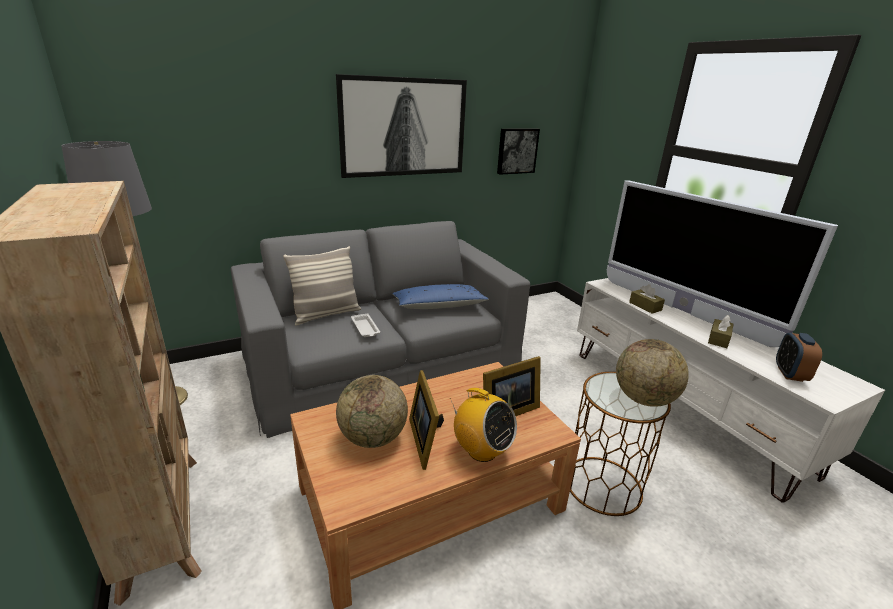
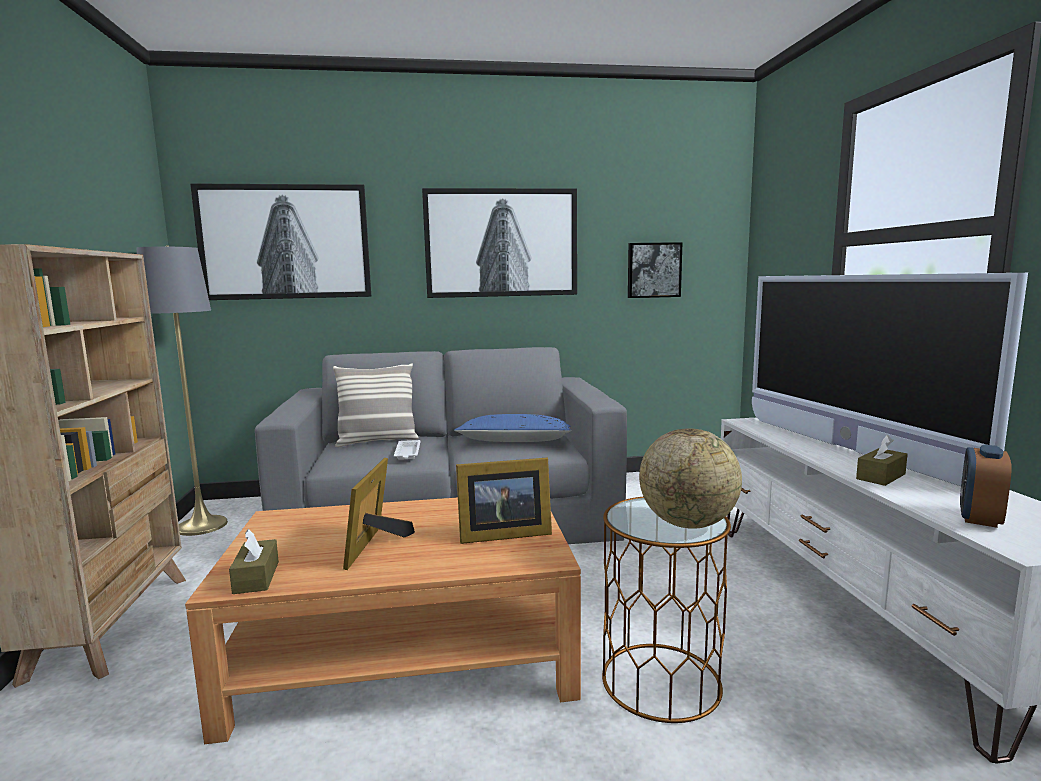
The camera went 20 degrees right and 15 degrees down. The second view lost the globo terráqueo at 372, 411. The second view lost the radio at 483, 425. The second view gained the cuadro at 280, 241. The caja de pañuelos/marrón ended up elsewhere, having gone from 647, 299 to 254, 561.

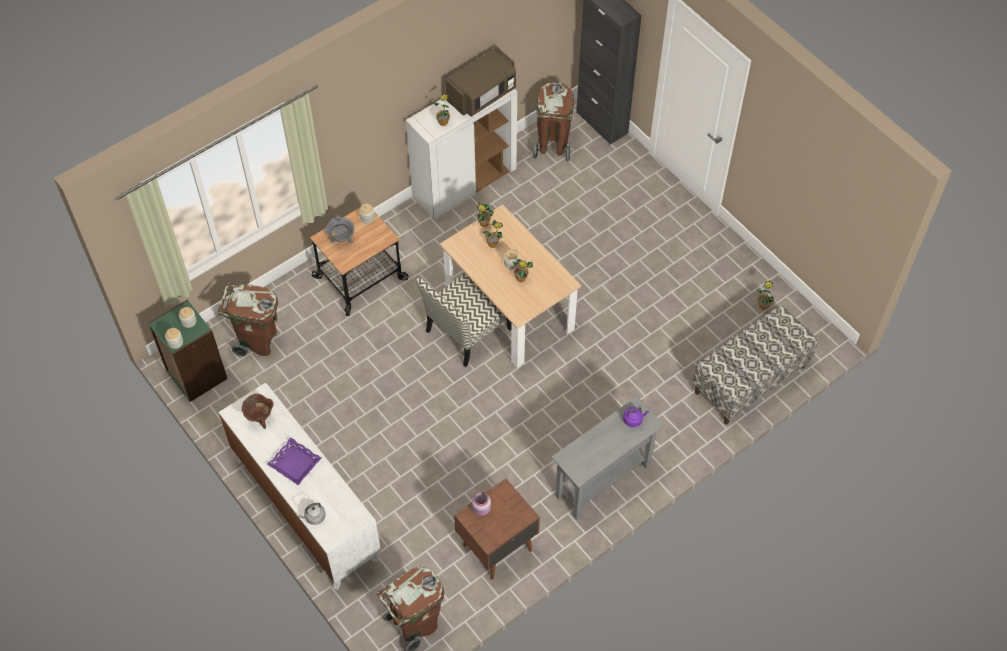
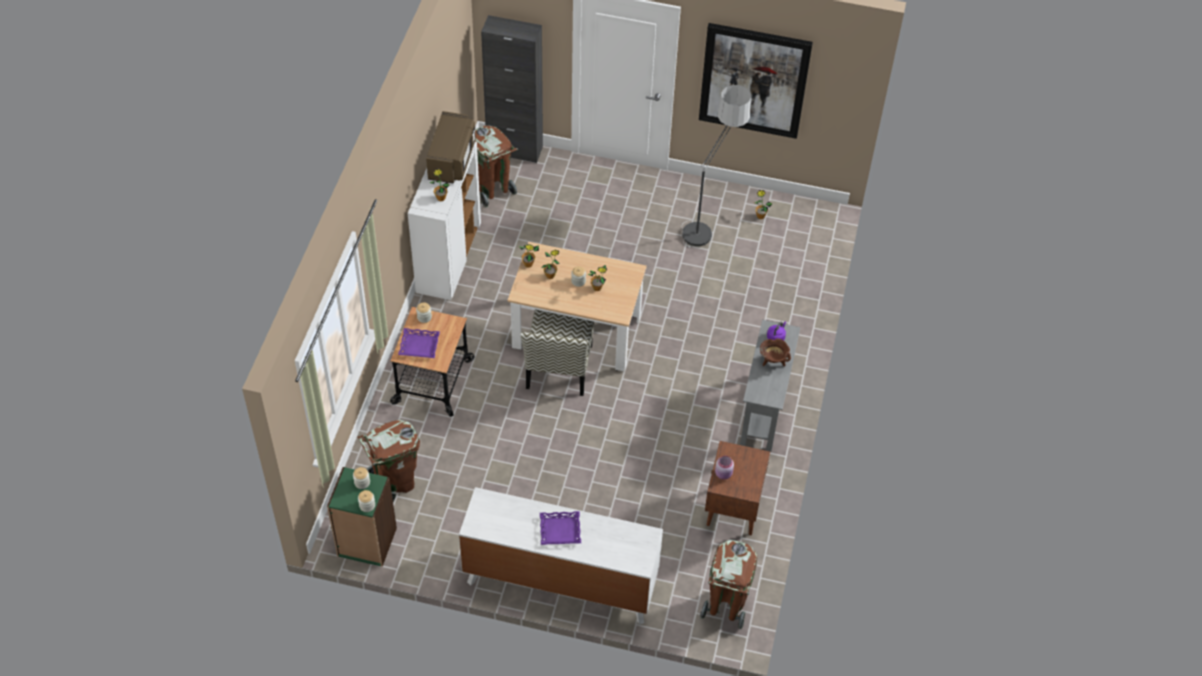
The camera went 40 degrees left and 5 degrees down. The second view lost the hervidor/gris at 312, 514. The second view lost the banco at 755, 365. The second view gained the lámpara de pie at 716, 166. The second view gained the cuadro at 756, 81. The olla/marrón ended up elsewhere, having gone from 258, 411 to 775, 352. Where the olla/gris stood at 339, 228, the bandeja/morado came to stand at 419, 343.

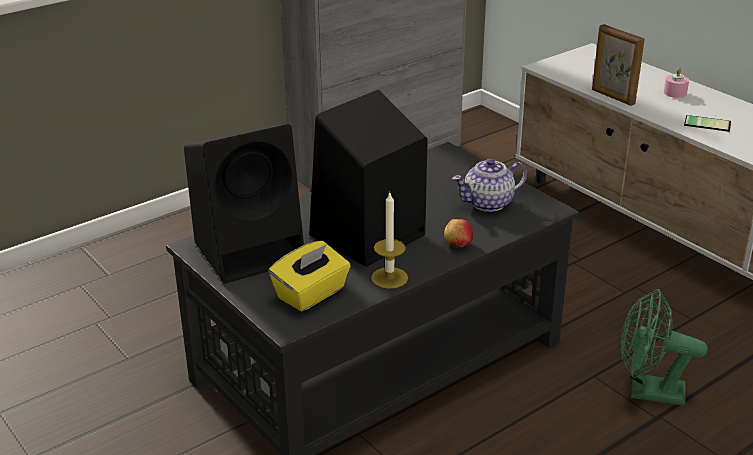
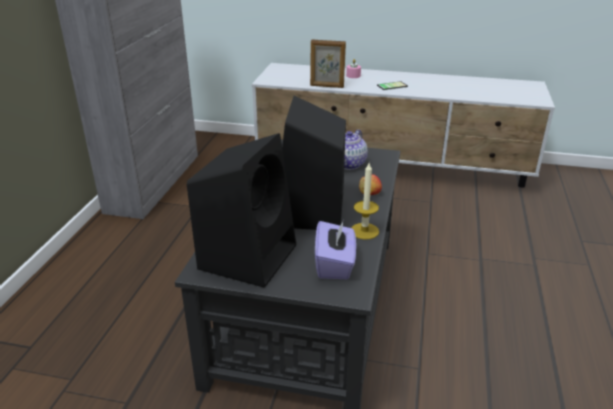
The camera went 40 degrees left and 0 degrees up. The second view lost the ventilador/verde at 664, 347. What was the caja de pañuelos/amarillo at 310, 276 turned into the caja de pañuelos/morado at 335, 250.

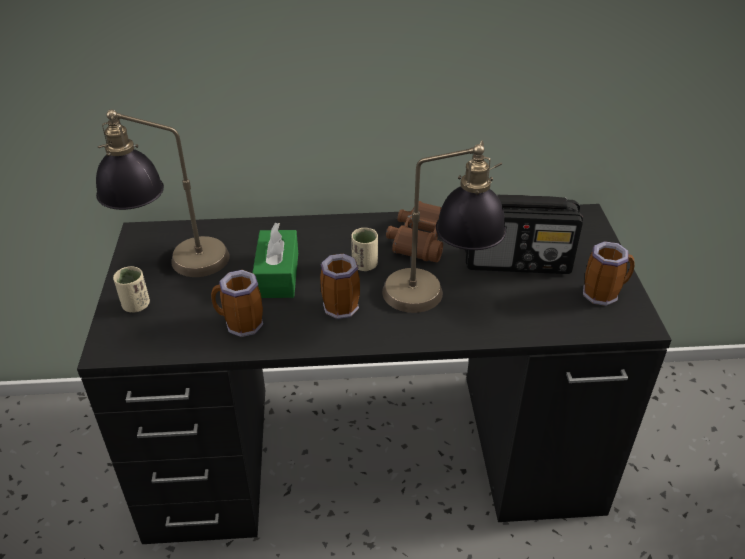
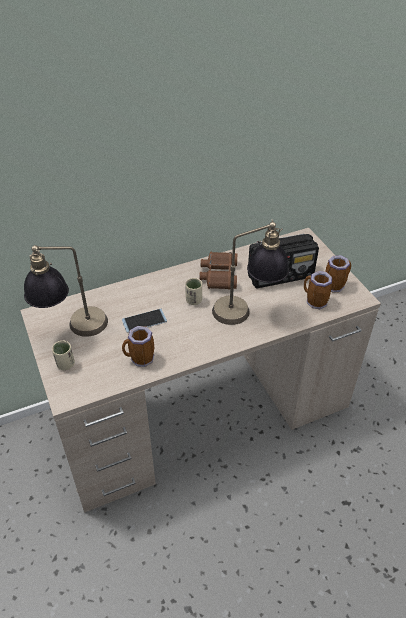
The camera went 20 degrees left and 5 degrees up. The taza grande ended up elsewhere, having gone from 340, 286 to 318, 290. Where the caja de pañuelos/verde stood at 275, 260, the móvil came to stand at 144, 321. What was the escritorio/negro at 374, 374 turned into the escritorio/beis at 200, 370.

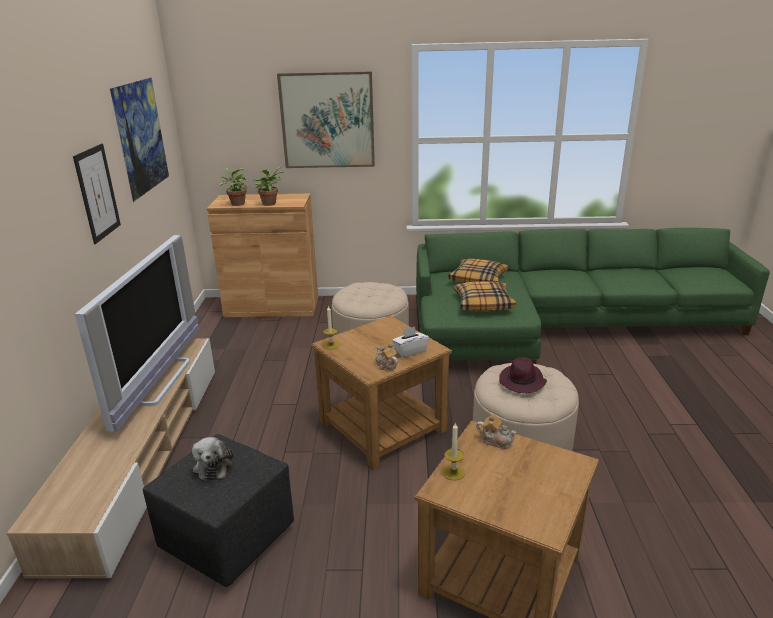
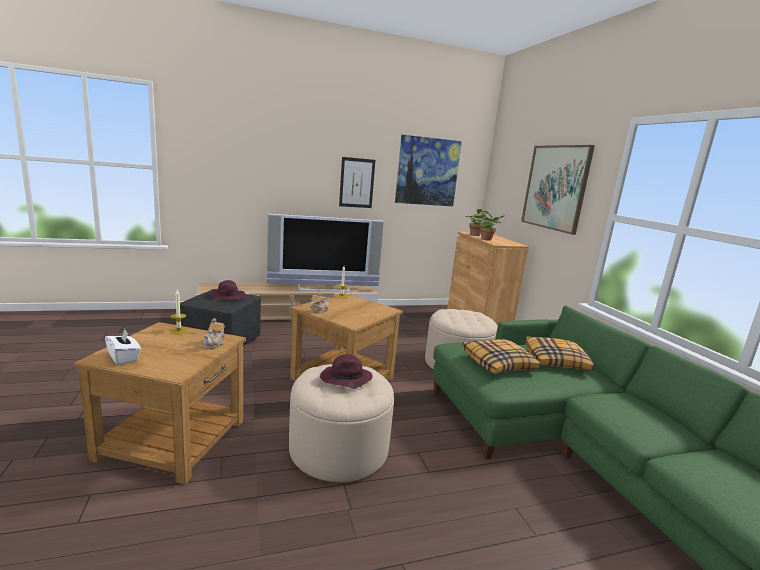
The camera went 70 degrees right and 10 degrees down. The caja de pañuelos/blanco ended up elsewhere, having gone from 410, 342 to 123, 347. Where the peluche stood at 212, 459, the sombrero/morado came to stand at 227, 290.

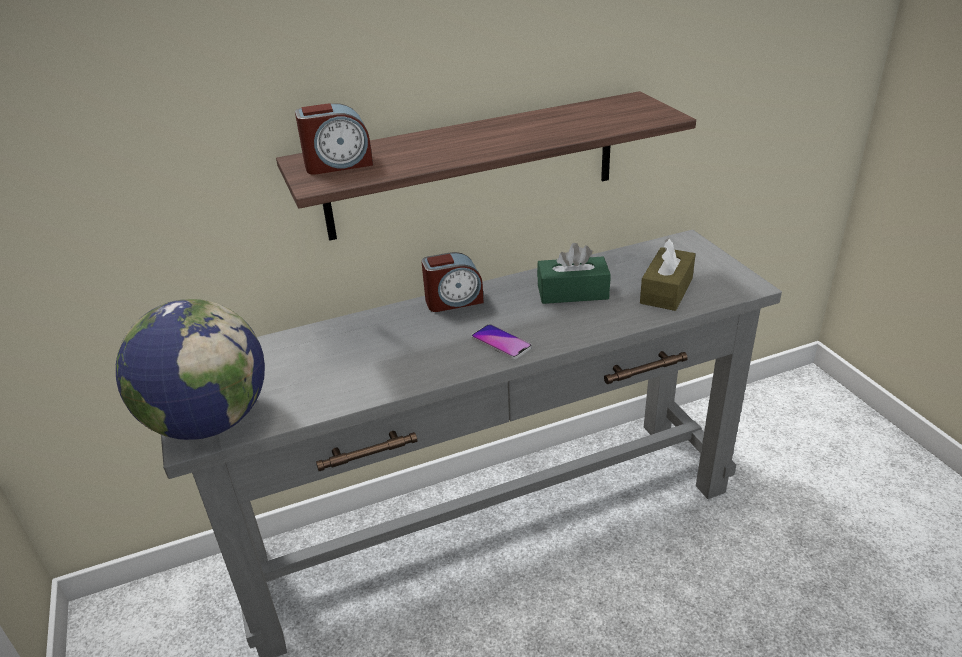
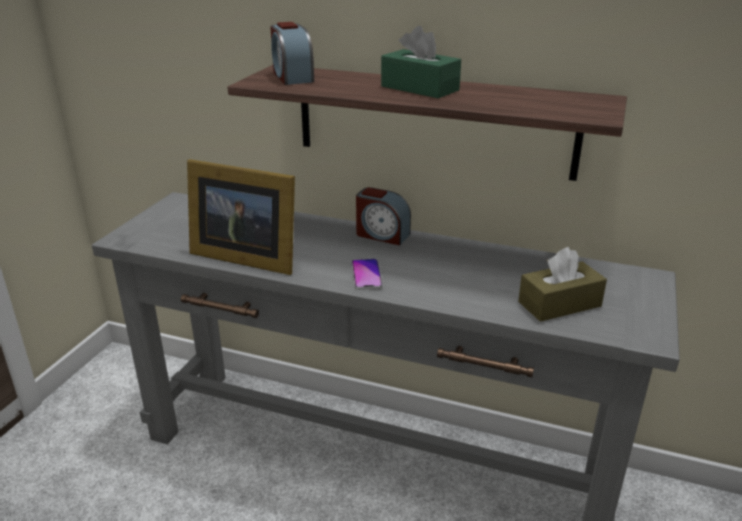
The camera went 40 degrees right and 5 degrees down. The second view lost the globo terráqueo at 190, 369. The second view gained the portarretratos at 241, 217. The caja de pañuelos/verde ended up elsewhere, having gone from 574, 273 to 421, 62. The despertador at 334, 139 ended up facing another way, 45 degrees clockwise from before.

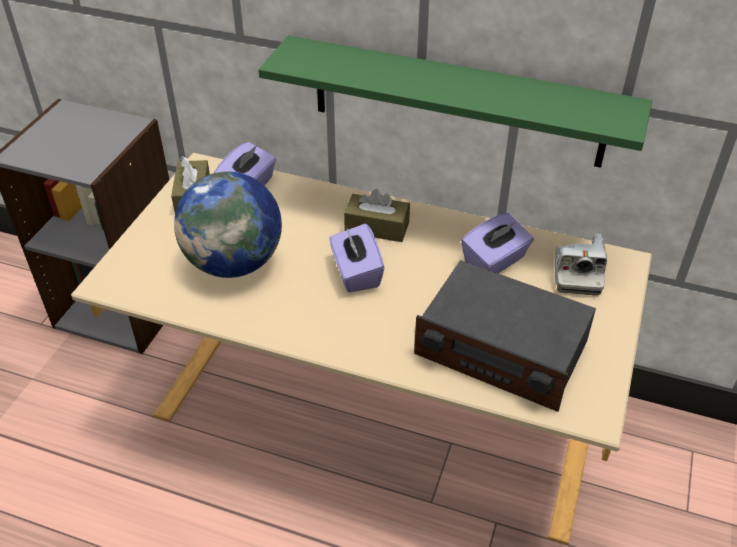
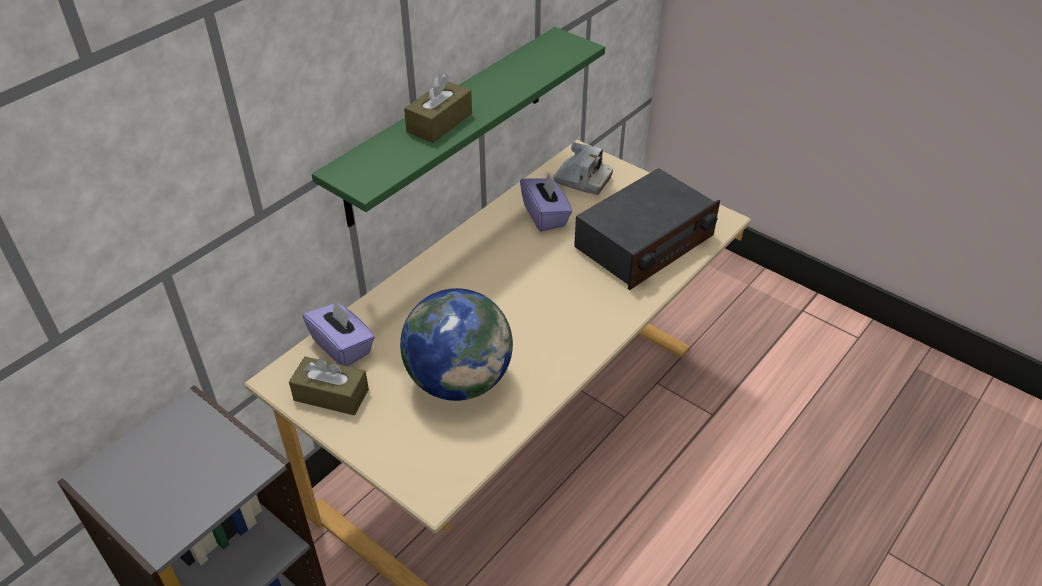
The camera went 70 degrees left and 0 degrees up. The second view lost the caja de pañuelos/morado at 357, 258. The caja de pañuelos/marrón ended up elsewhere, having gone from 377, 215 to 438, 108.

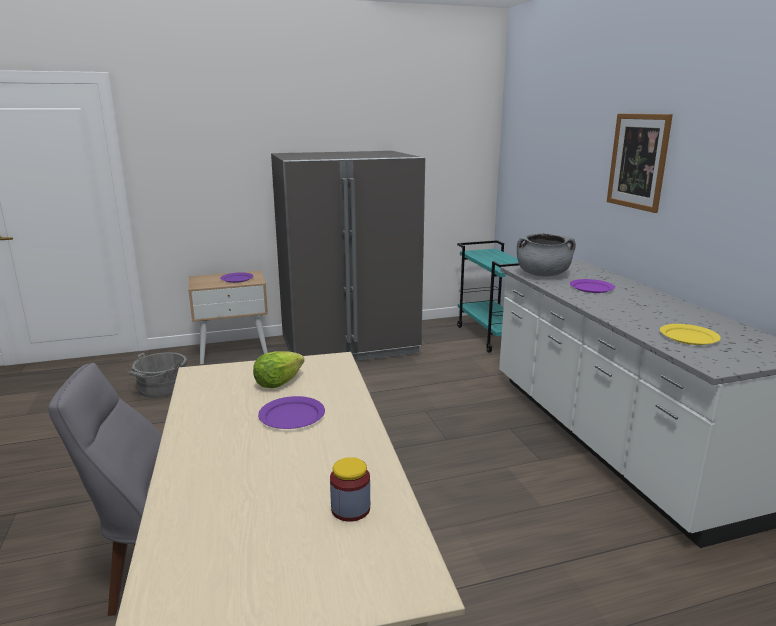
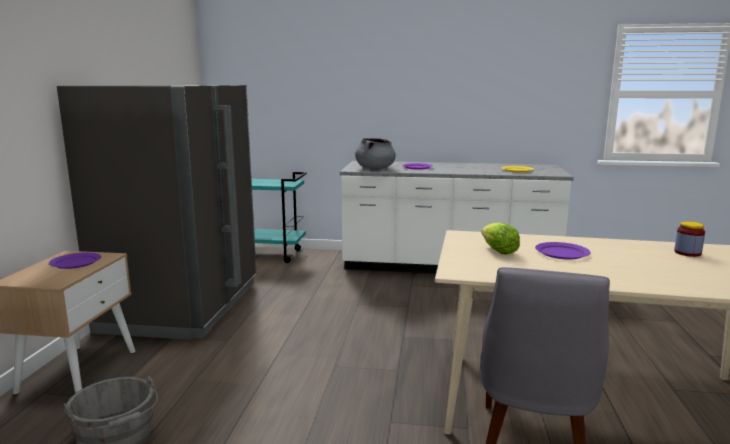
The camera went 65 degrees left and 5 degrees down. The second view lost the cuadro at 640, 163.

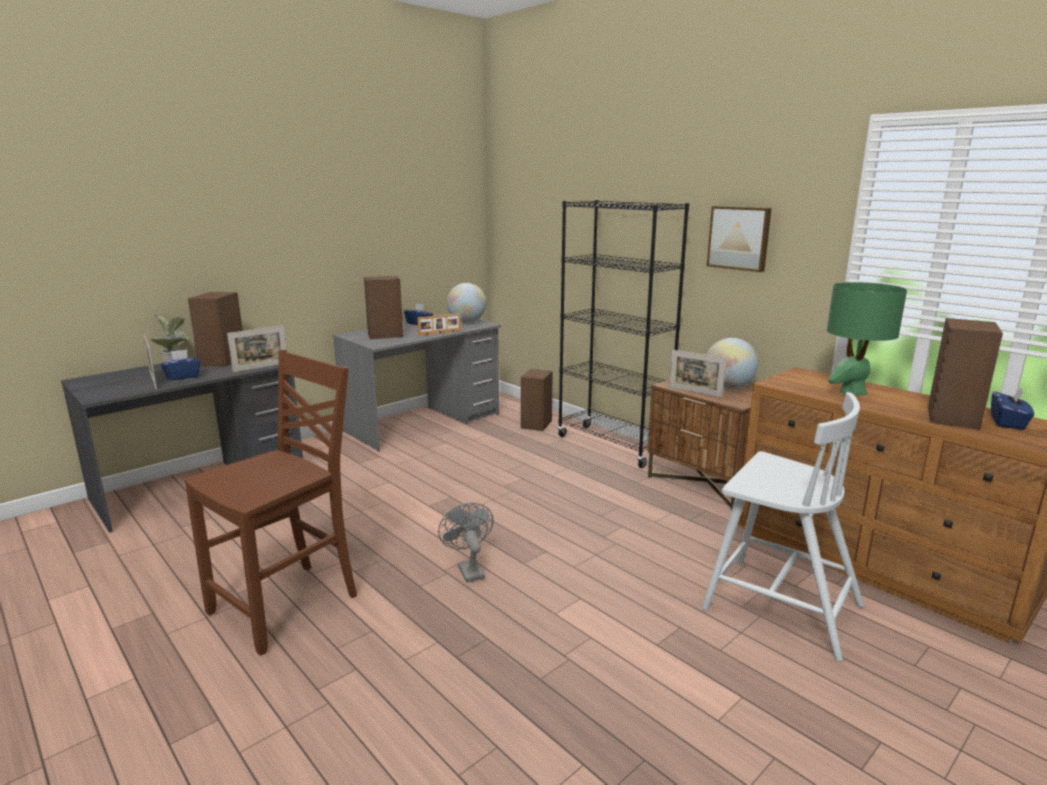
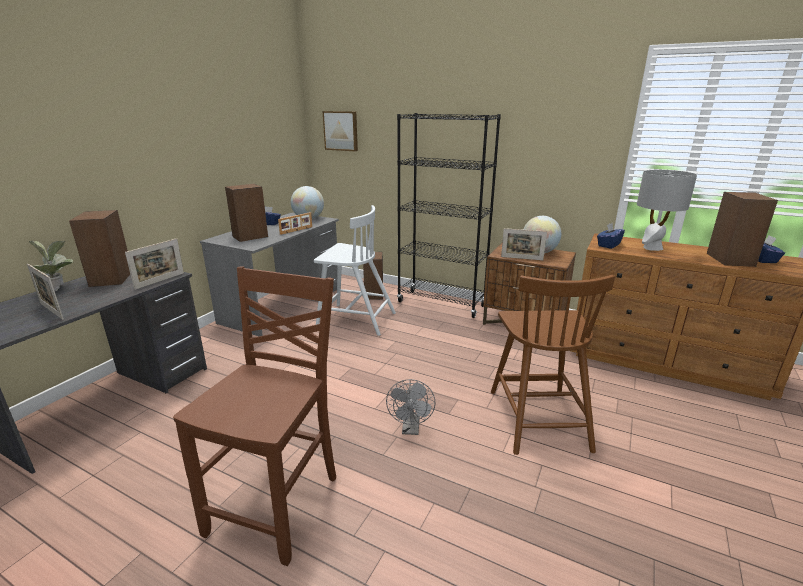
The camera went 20 degrees left and 5 degrees up. The second view gained the silla/marrón at 553, 365. The caja de pañuelos/azul ended up elsewhere, having gone from 180, 364 to 611, 236. The silla/blanco ended up elsewhere, having gone from 783, 526 to 355, 270. The cuadro ended up elsewhere, having gone from 739, 239 to 340, 131. What was the lámpara de mesa/verde at 867, 338 turned into the lámpara de mesa/gris at 667, 210. The ventilador/gris at 465, 542 ended up facing another way, 135 degrees counterclockwise from before.

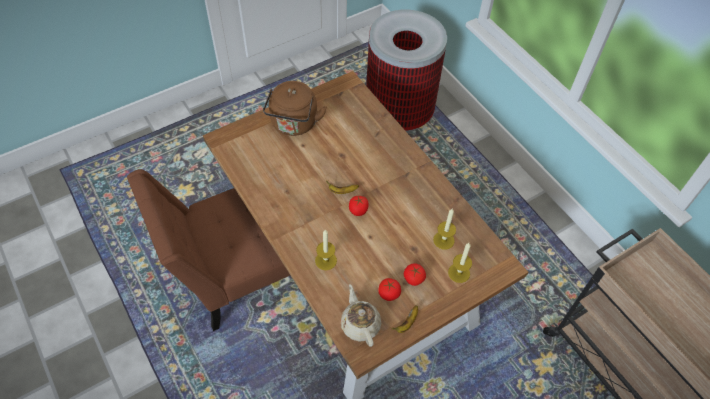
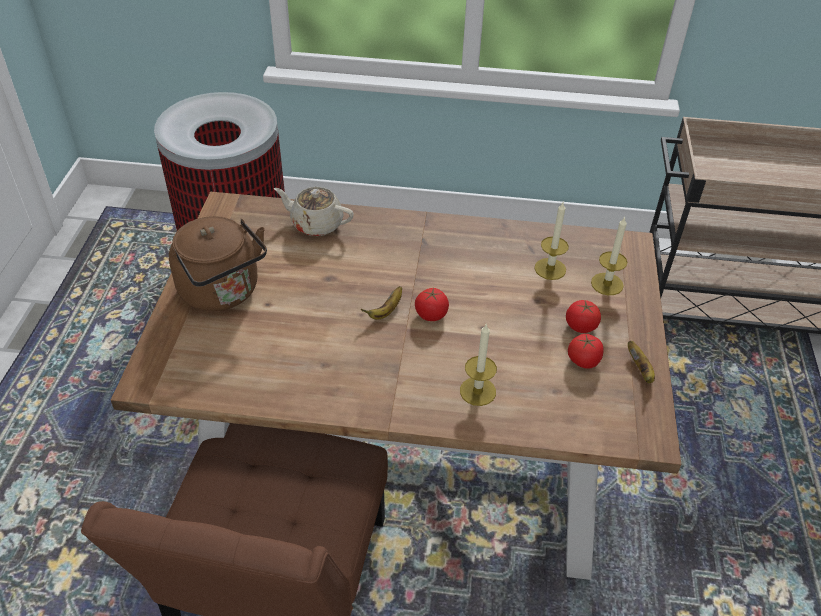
The camera went 50 degrees left and 10 degrees down. The tetera/beis ended up elsewhere, having gone from 360, 316 to 314, 211.

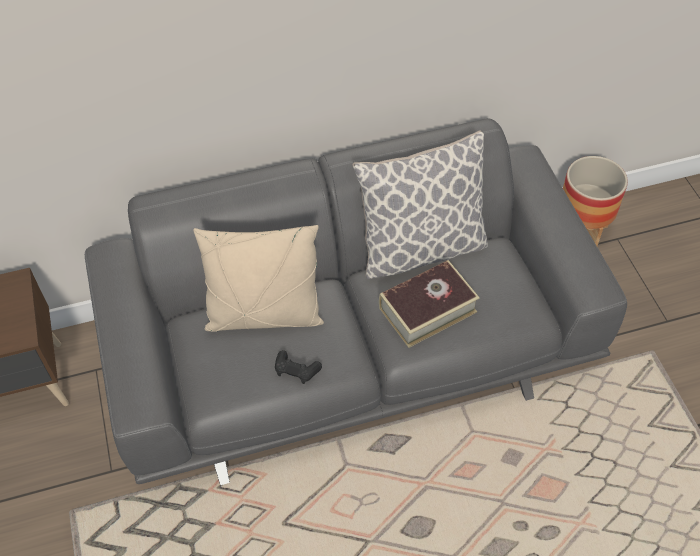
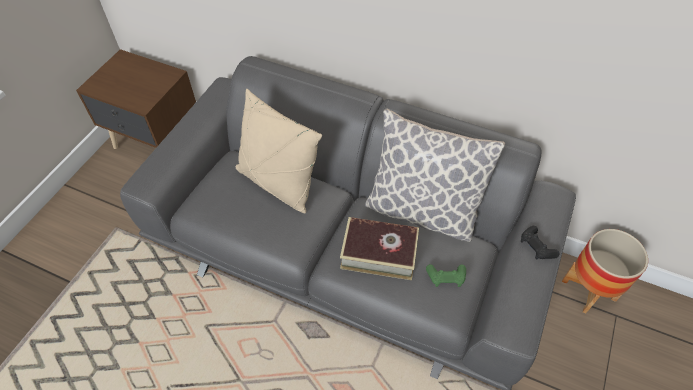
The camera went 40 degrees right and 0 degrees up. The second view gained the mando de consola/verde at 446, 275. The mando de consola/negro ended up elsewhere, having gone from 298, 367 to 540, 242.

